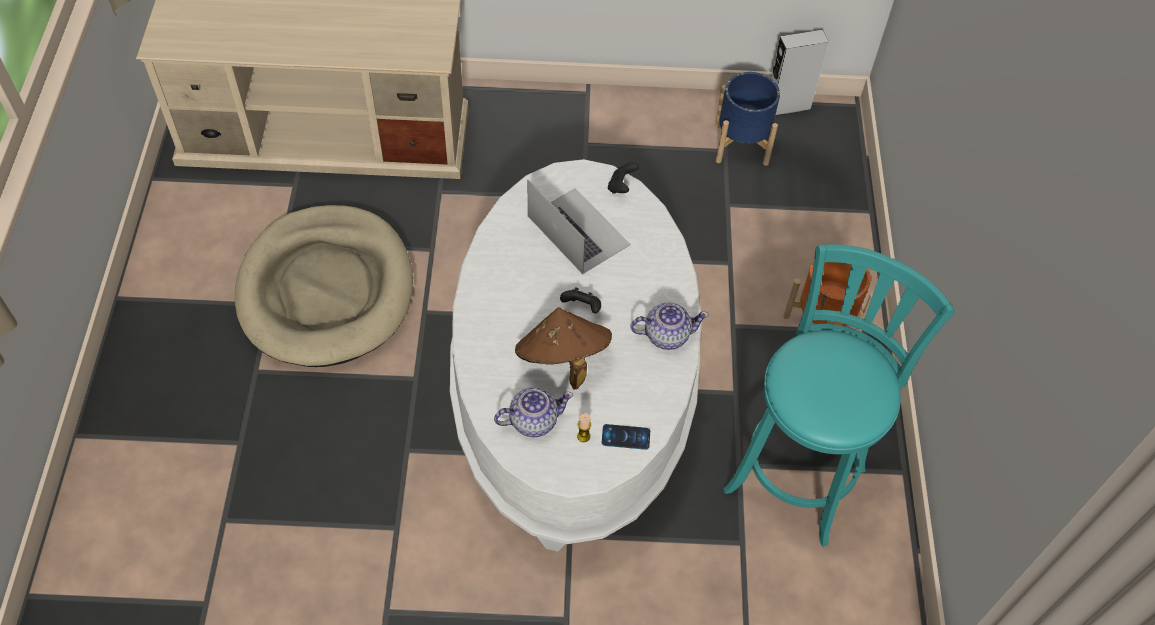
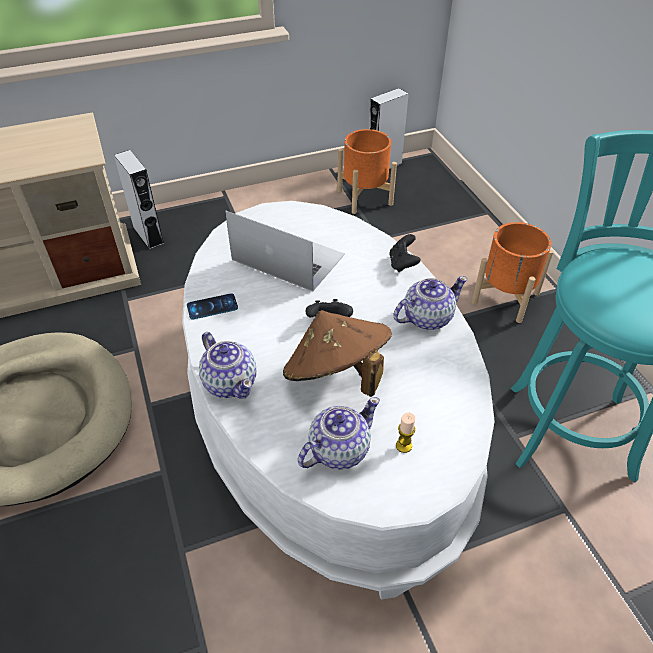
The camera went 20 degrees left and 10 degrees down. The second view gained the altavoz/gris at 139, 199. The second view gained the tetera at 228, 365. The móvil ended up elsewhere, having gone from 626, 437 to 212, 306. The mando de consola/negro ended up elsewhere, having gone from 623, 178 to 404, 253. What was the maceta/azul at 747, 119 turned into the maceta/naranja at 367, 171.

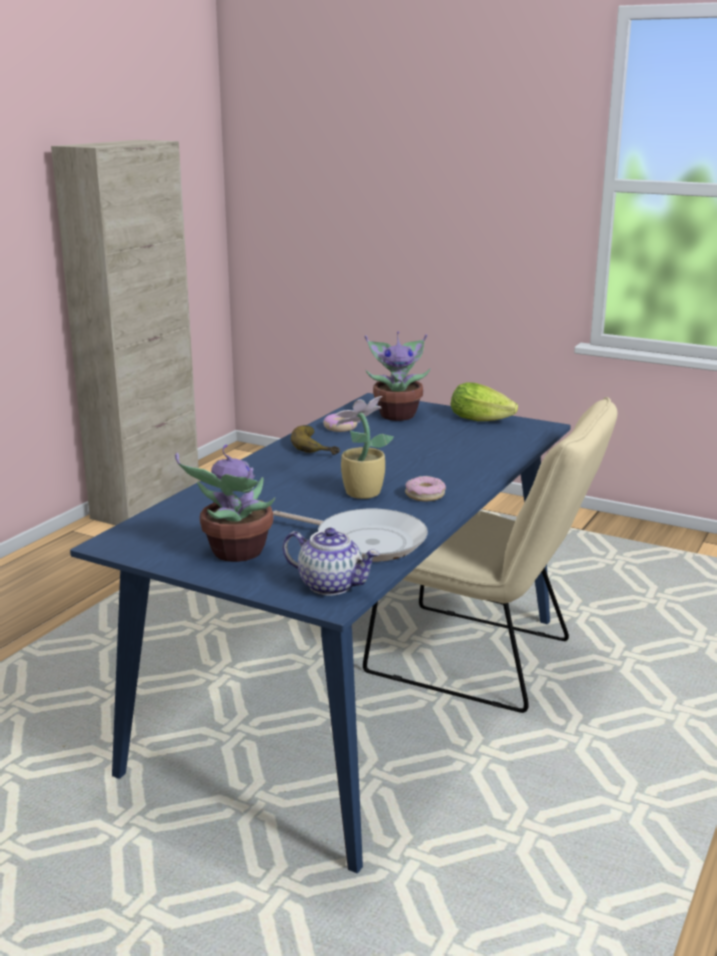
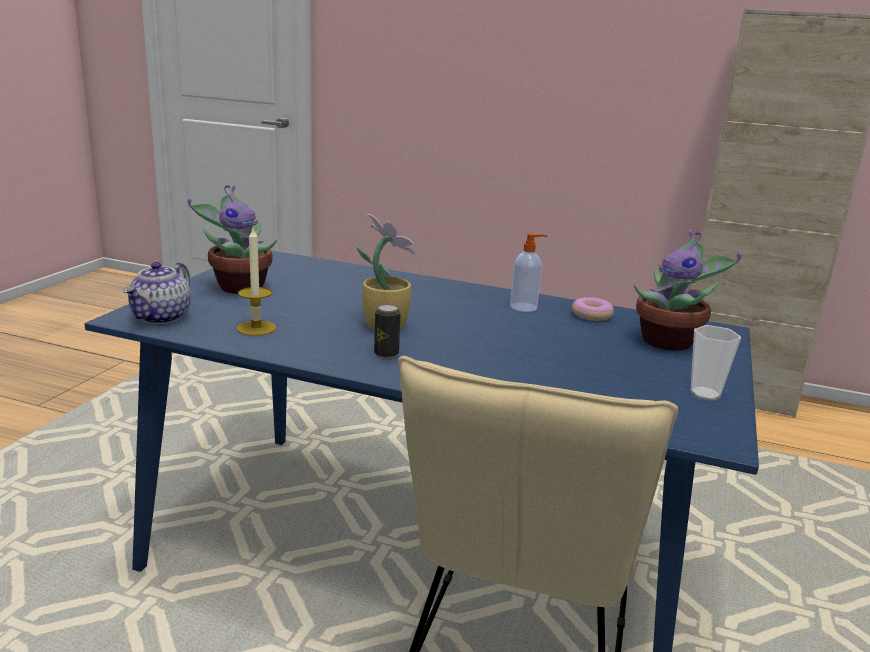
The camera went 80 degrees right and 0 degrees up. Where the sartén stood at 350, 535, the vela came to stand at 256, 282. Where the plátano stood at 315, 440, the dispensador de jabón came to stand at 529, 272. Where the rosquilla stood at 425, 488, the lata came to stand at 387, 331. Where the lechuga stood at 484, 401, the taza came to stand at 715, 363.

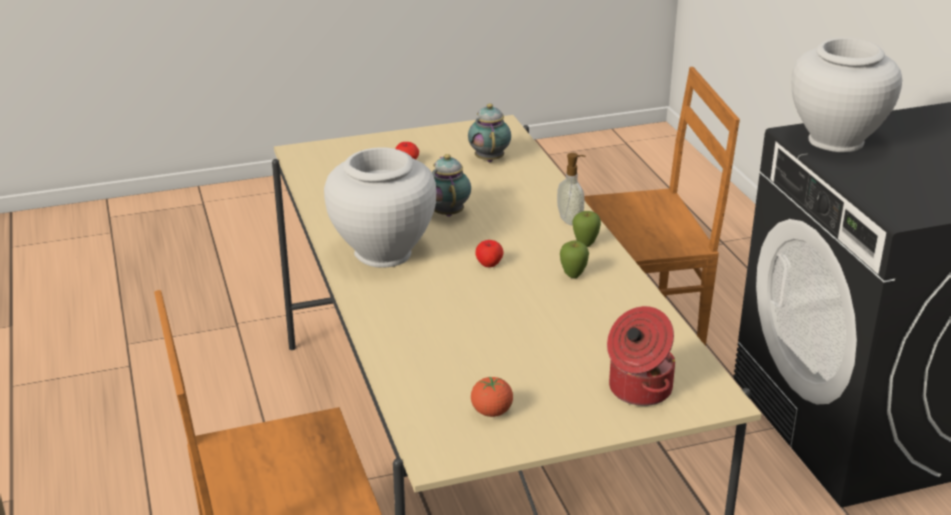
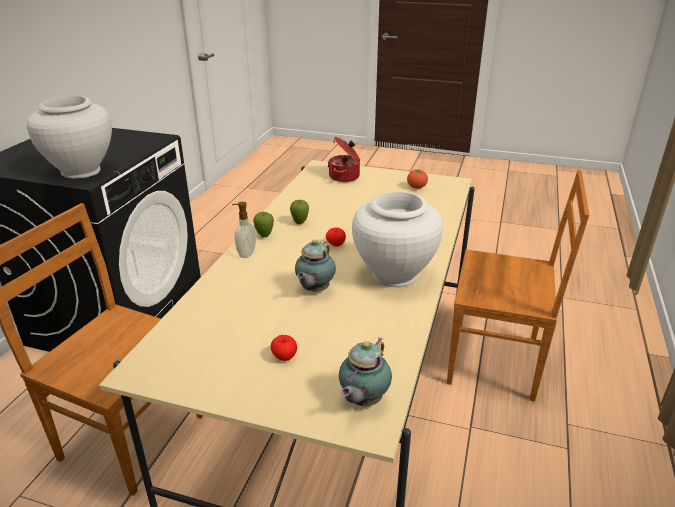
The camera went 145 degrees left and 0 degrees up. The tetera ended up elsewhere, having gone from 489, 132 to 365, 372.

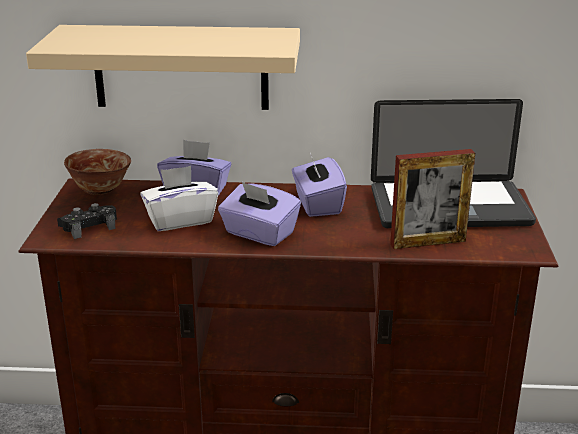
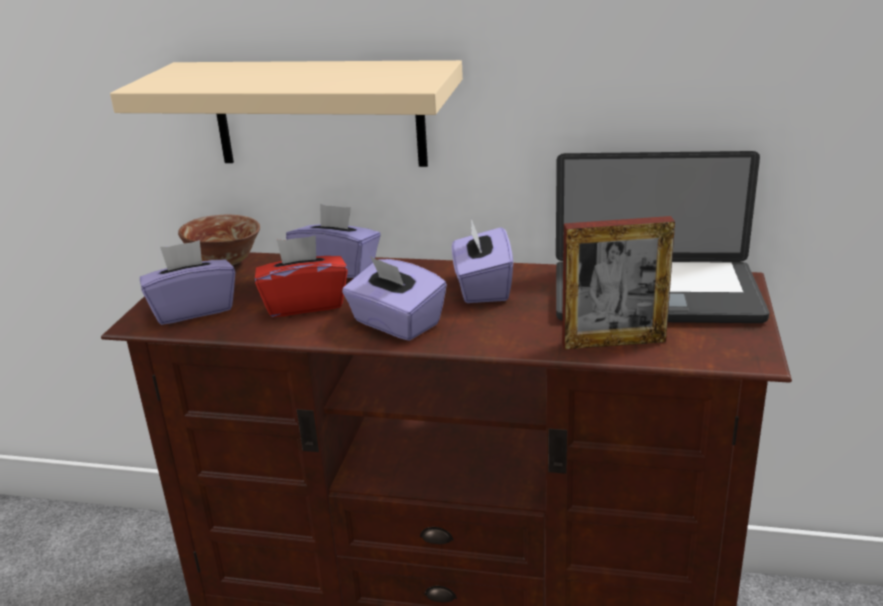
The camera went 10 degrees right and 0 degrees up. Where the mando de consola/negro stood at 87, 221, the caja de pañuelos/morado came to stand at 187, 282. What was the caja de pañuelos/blanco at 179, 198 turned into the caja de pañuelos/rojo at 301, 276.

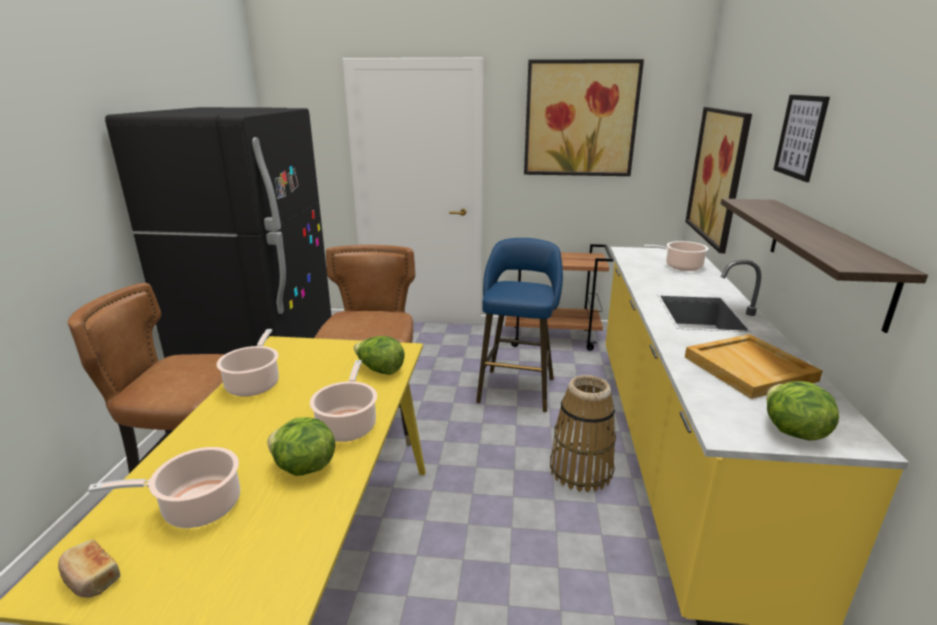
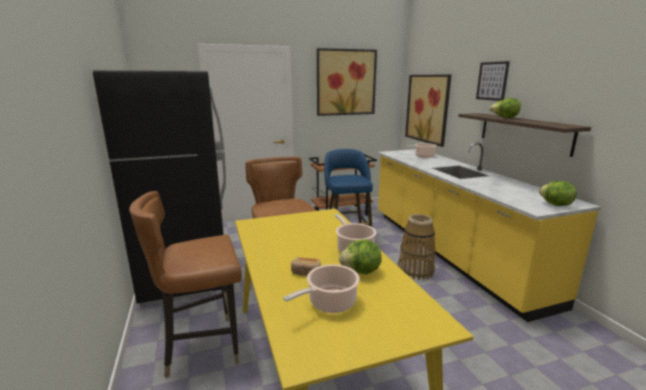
The camera went 25 degrees left and 5 degrees down. The second view lost the olla at 247, 363. The second view lost the bandeja/beis at 754, 366. The pan ended up elsewhere, having gone from 89, 568 to 306, 266. The lechuga ended up elsewhere, having gone from 379, 355 to 505, 108.

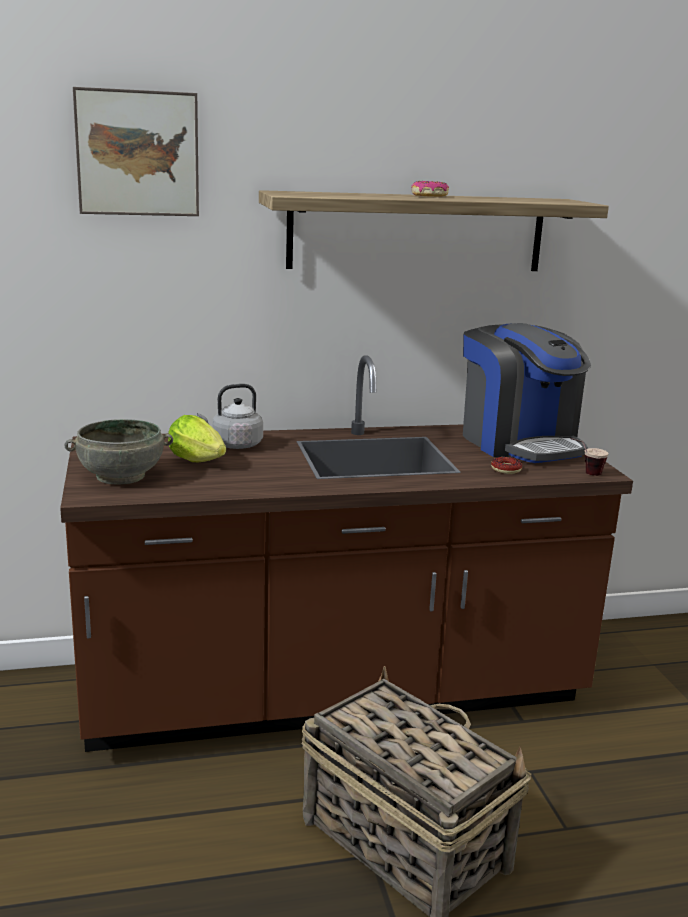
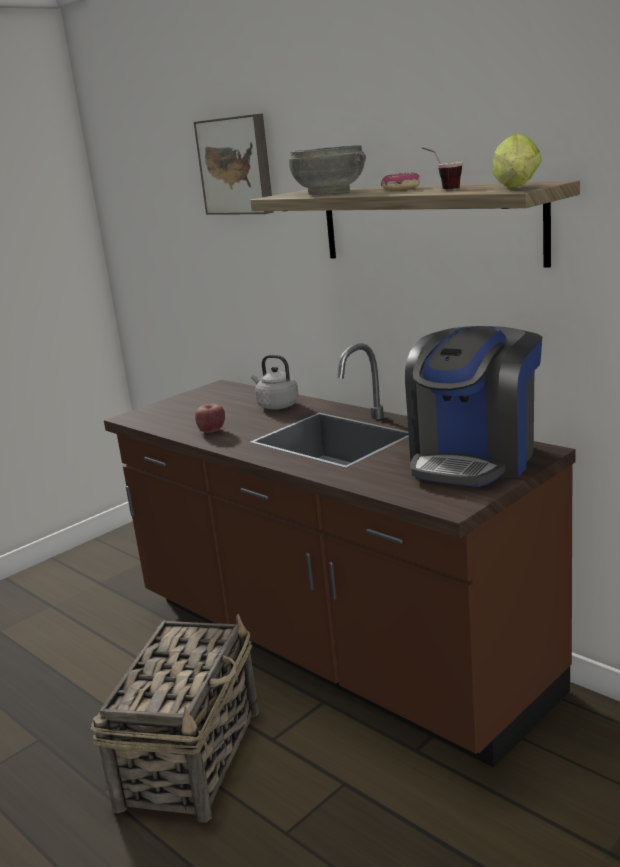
The camera went 60 degrees right and 0 degrees up. The second view lost the rosquilla at 506, 465. The second view gained the manzana at 210, 418. The cuenco/gris ended up elsewhere, having gone from 119, 452 to 327, 170. The lechuga ended up elsewhere, having gone from 197, 438 to 517, 161. The taza ended up elsewhere, having gone from 589, 457 to 442, 168.

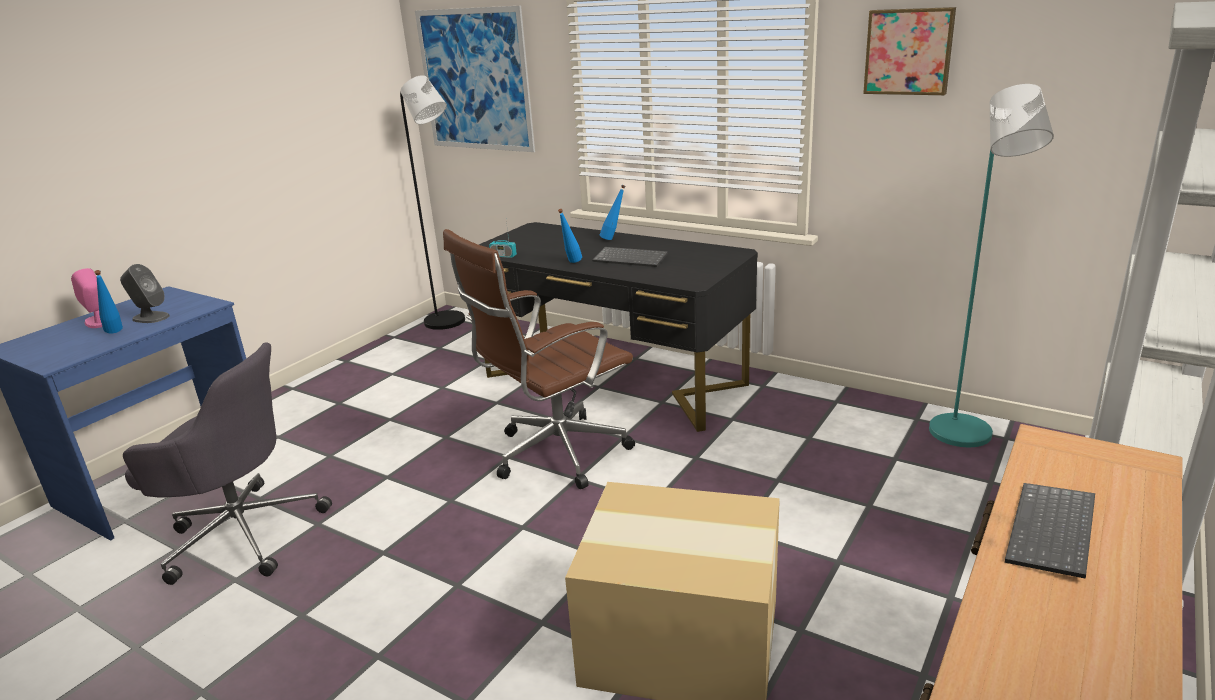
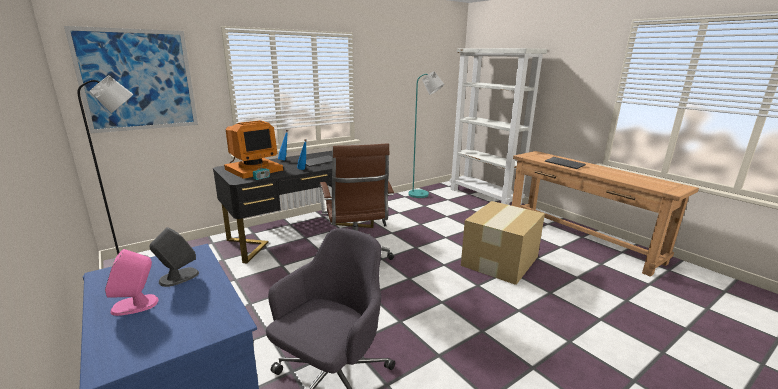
The camera went 70 degrees left and 5 degrees down. The second view lost the botella/azul at 108, 301. The second view lost the cuadro at 909, 51. The second view gained the monitor at 253, 149.

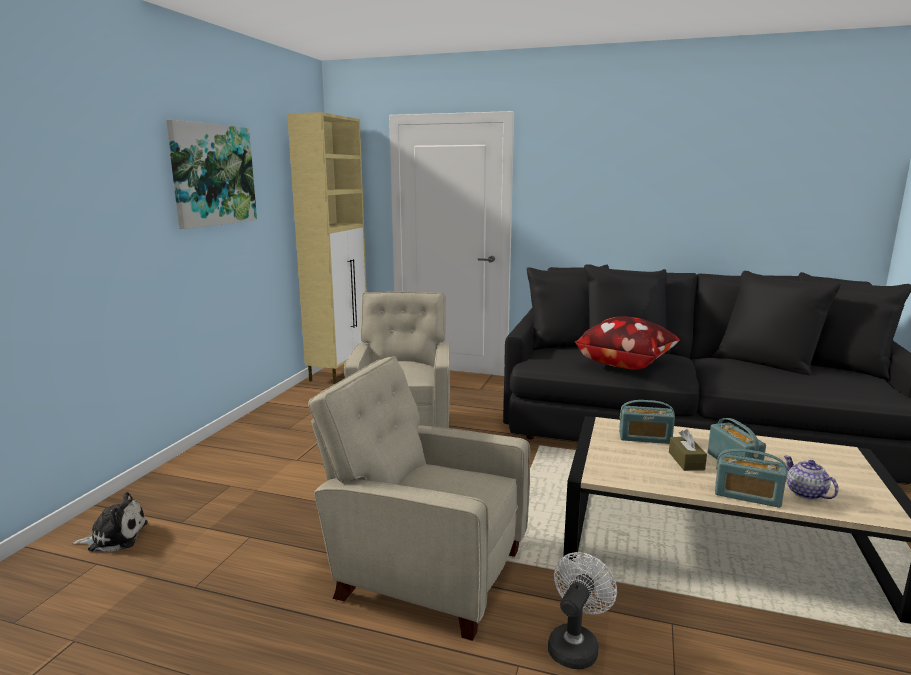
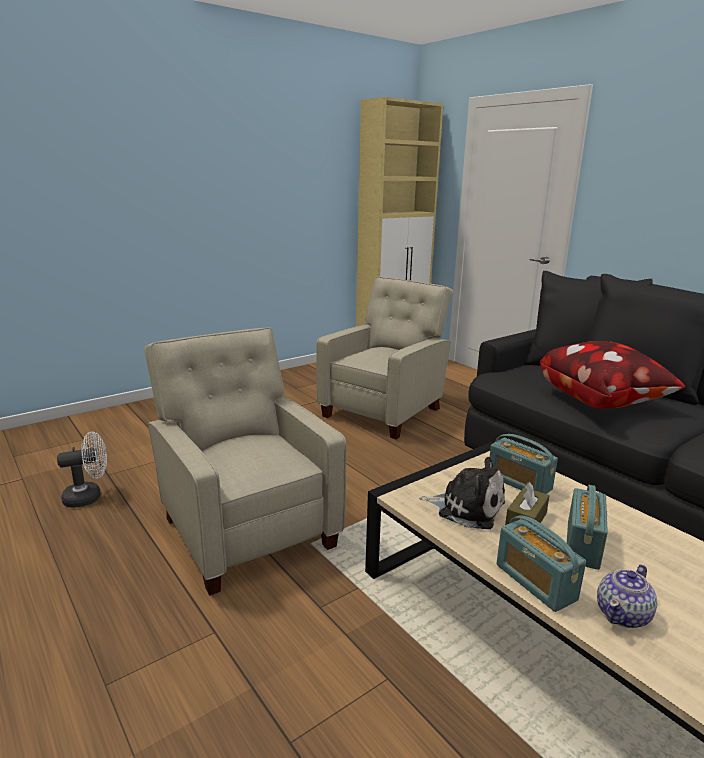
The camera went 35 degrees right and 5 degrees up. The second view lost the cuadro at 211, 174. The peluche ended up elsewhere, having gone from 109, 522 to 462, 493. The ventilador/blanco ended up elsewhere, having gone from 582, 610 to 82, 470. The tetera at 811, 478 ended up facing another way, 150 degrees counterclockwise from before.

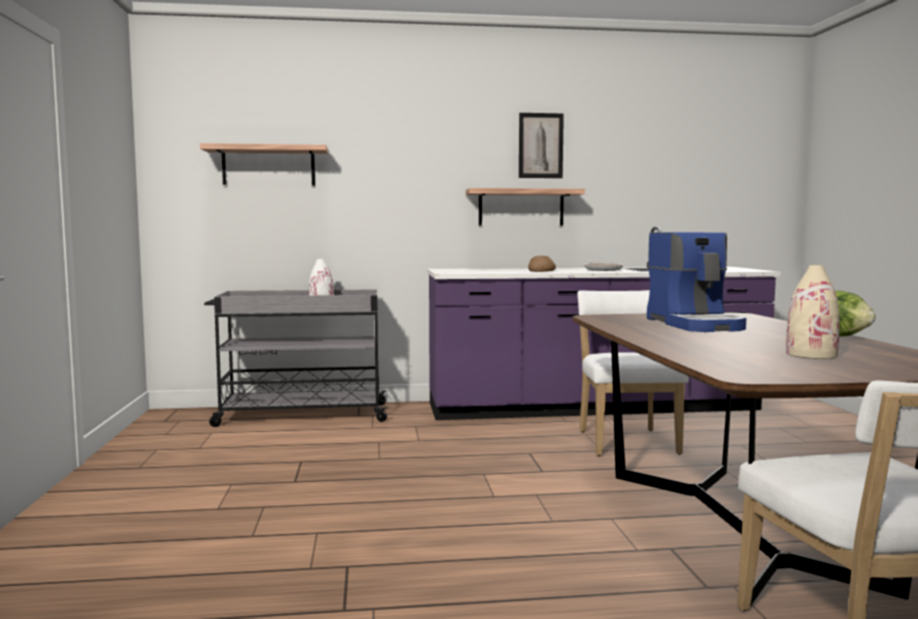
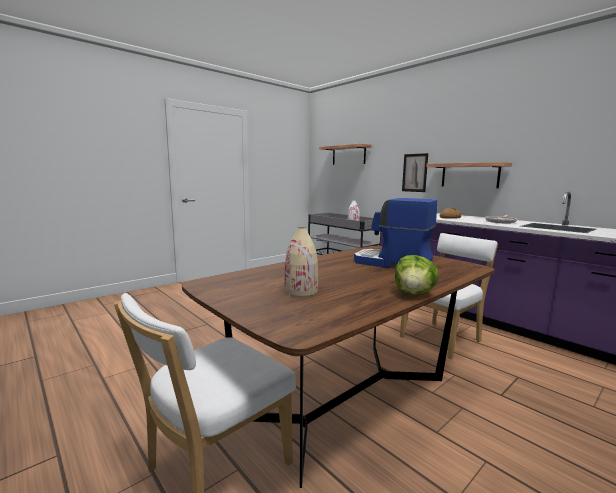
The camera went 55 degrees right and 5 degrees up. The cuadro ended up elsewhere, having gone from 541, 145 to 415, 172. The cafetera at 696, 282 ended up facing another way, 75 degrees clockwise from before.

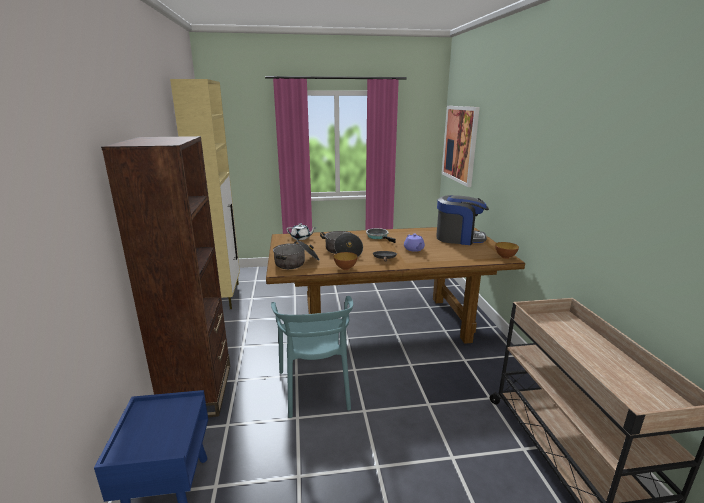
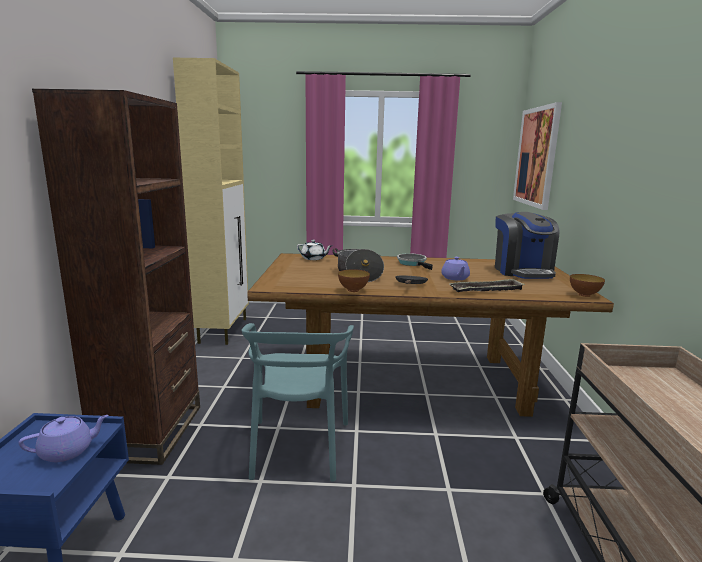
The camera went 10 degrees right and 5 degrees down. The second view lost the olla at 296, 254. The second view gained the tetera/morado at 64, 438. The second view gained the bandeja at 487, 285. The cafetera at 462, 220 ended up facing another way, 60 degrees clockwise from before.

